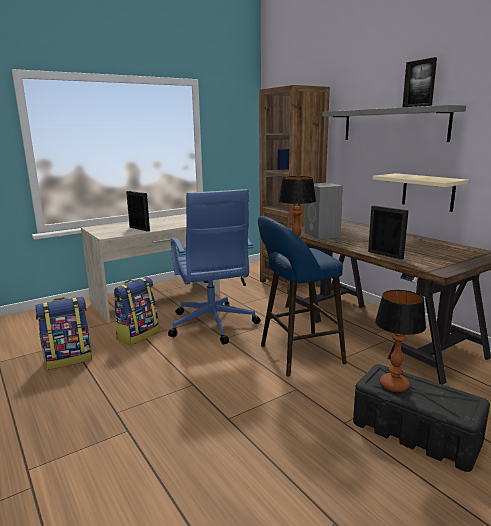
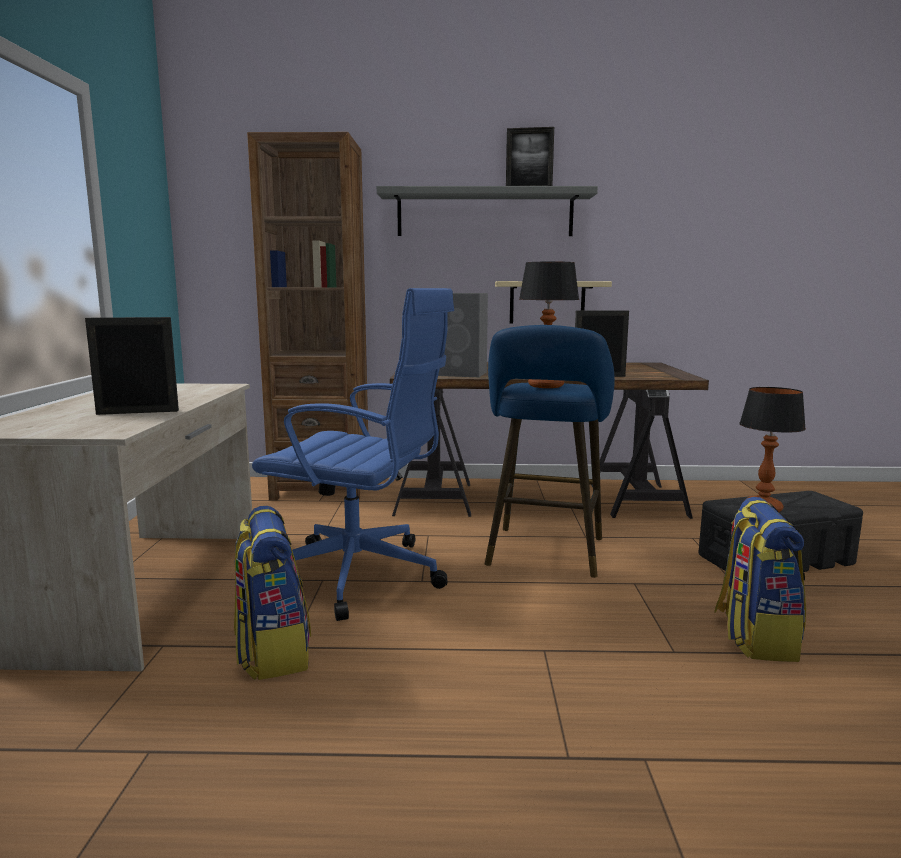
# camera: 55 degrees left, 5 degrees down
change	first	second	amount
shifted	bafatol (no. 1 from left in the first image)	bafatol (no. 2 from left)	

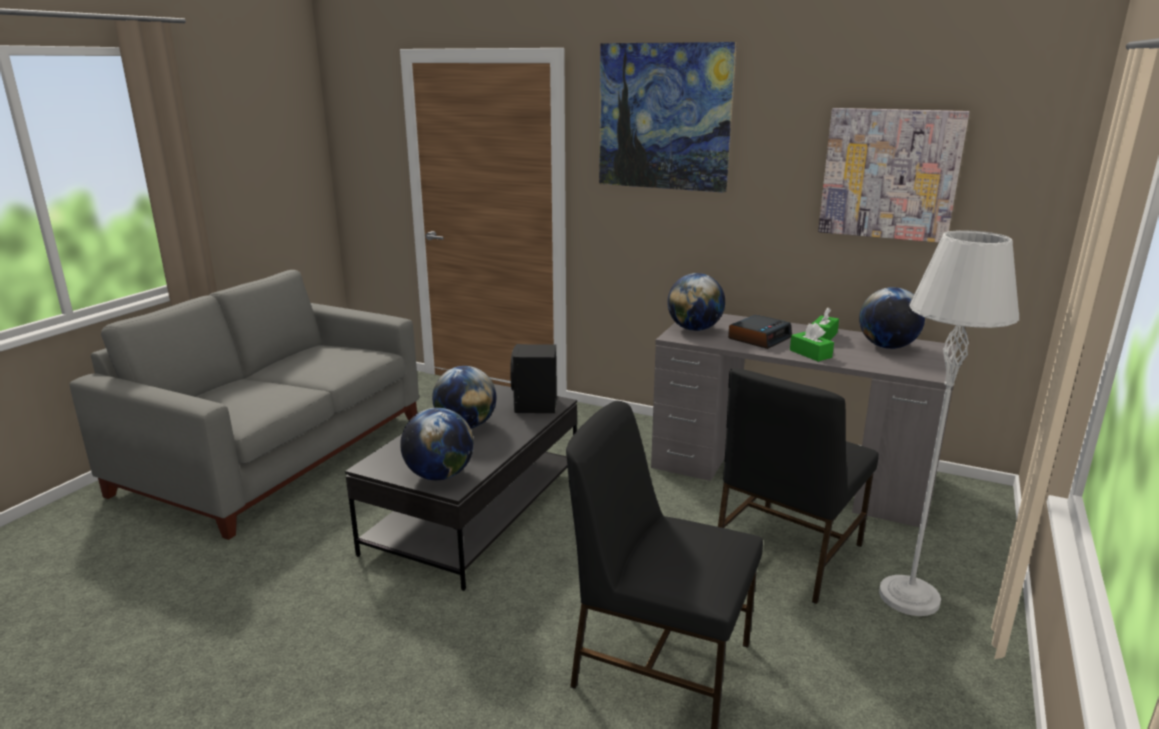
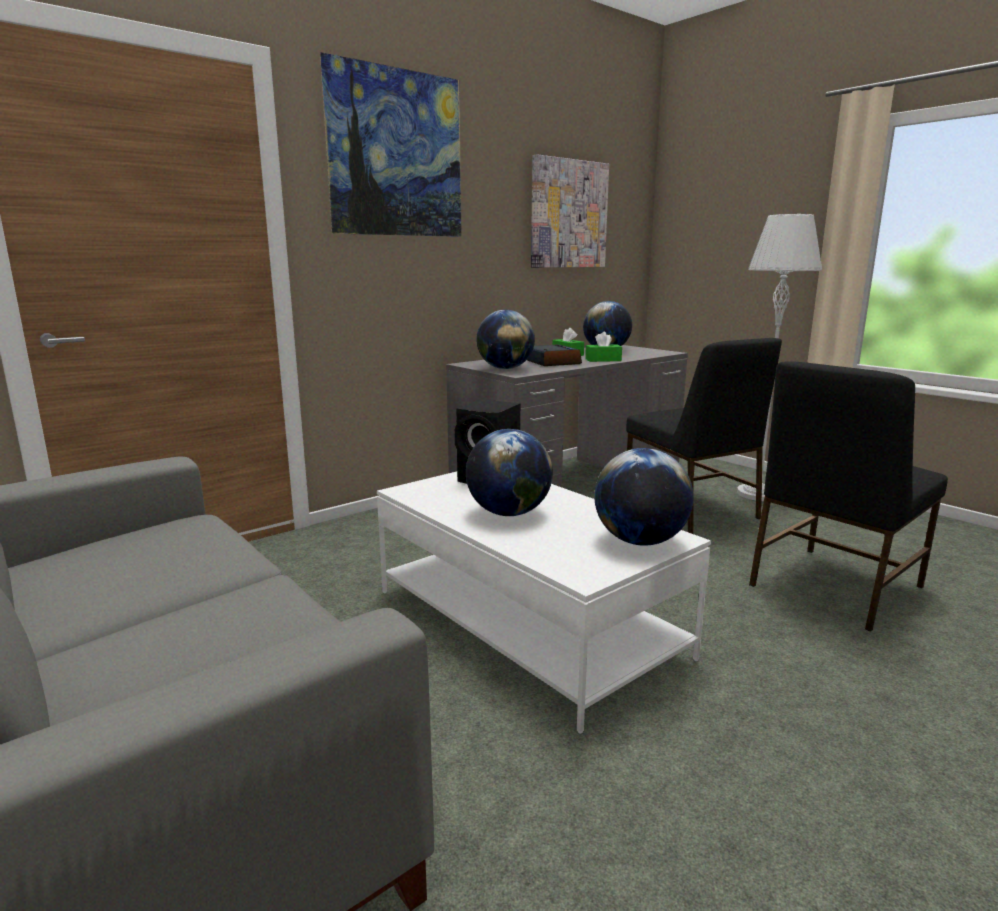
# camera: 65 degrees left, 5 degrees down
change	first	second	amount
repainted	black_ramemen	white_ramemen	

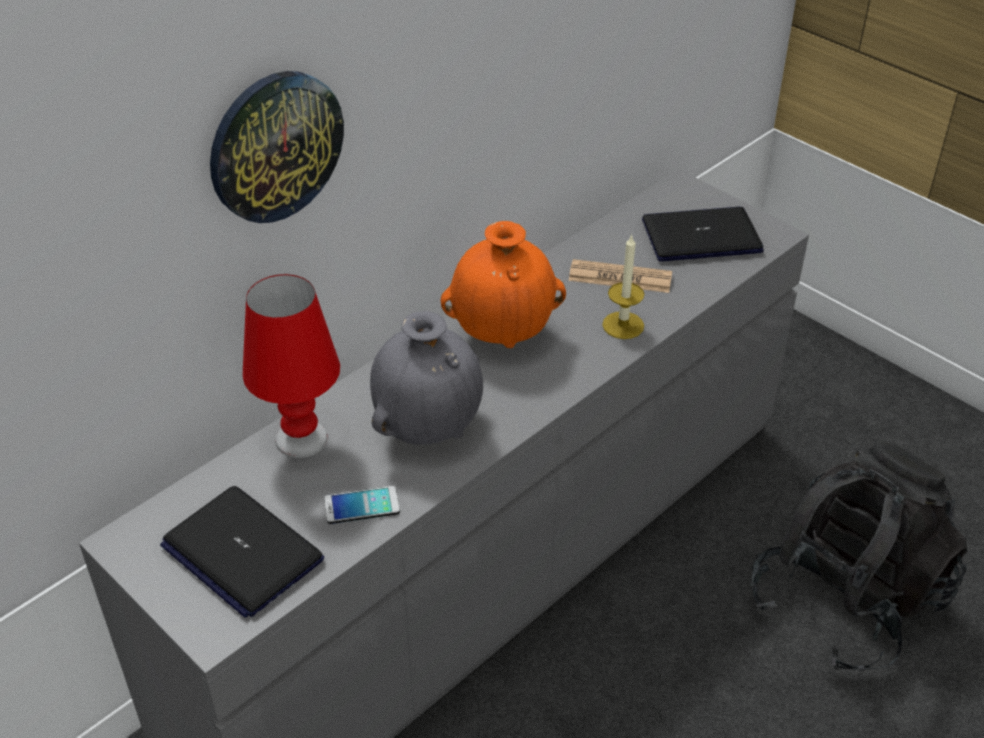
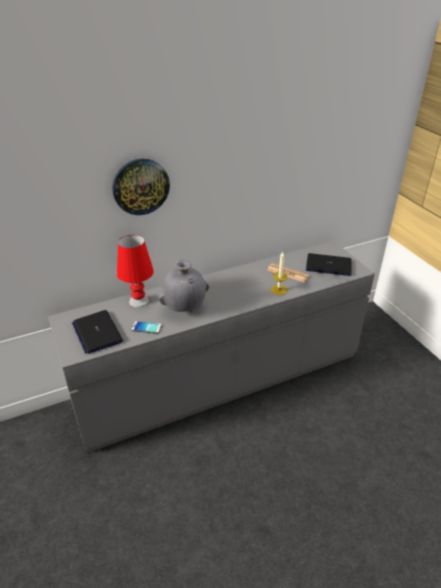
# camera: 20 degrees right, 5 degrees down
change	first	second	amount
gone	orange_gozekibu		
gone	black_bafatol		

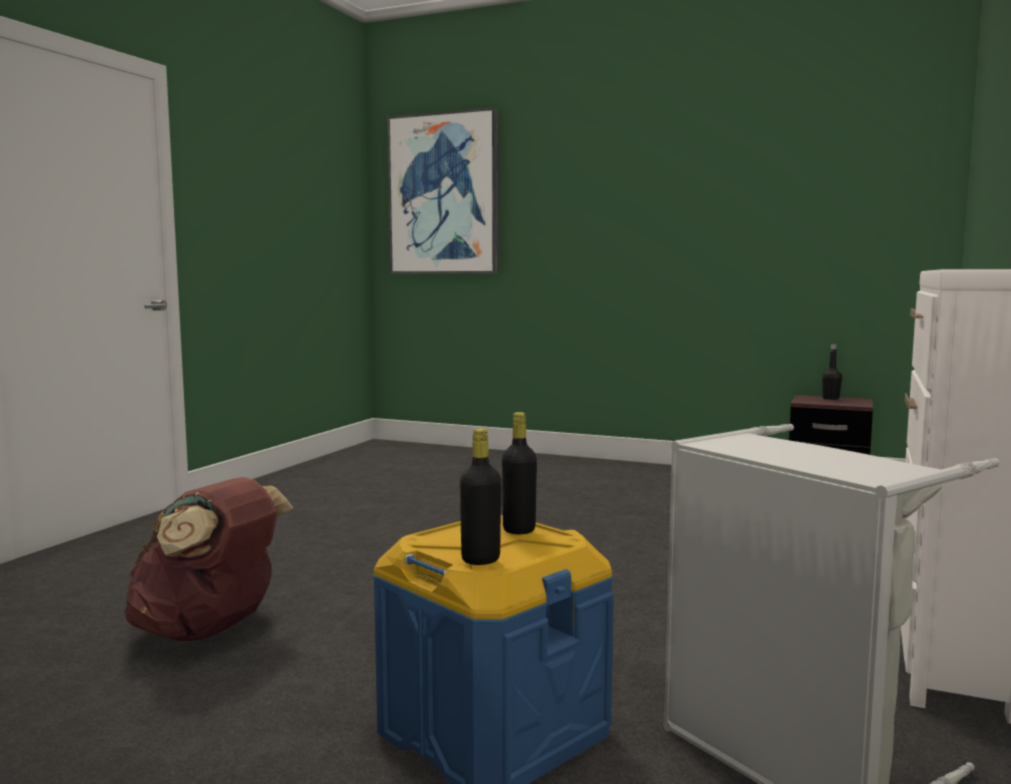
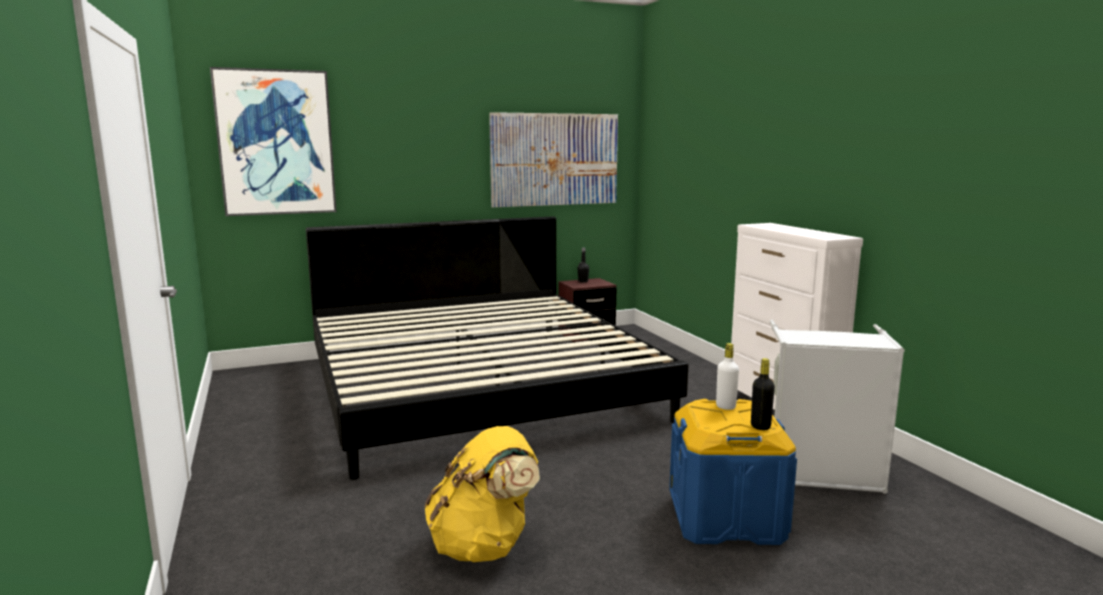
# camera: 45 degrees left, 5 degrees up
change	first	second	amount
new		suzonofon	
repainted	brown_bafatol	yellow_bafatol	
new		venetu (no. 2 from left)	
repainted	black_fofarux (no. 2 from left)	white_fofarux	

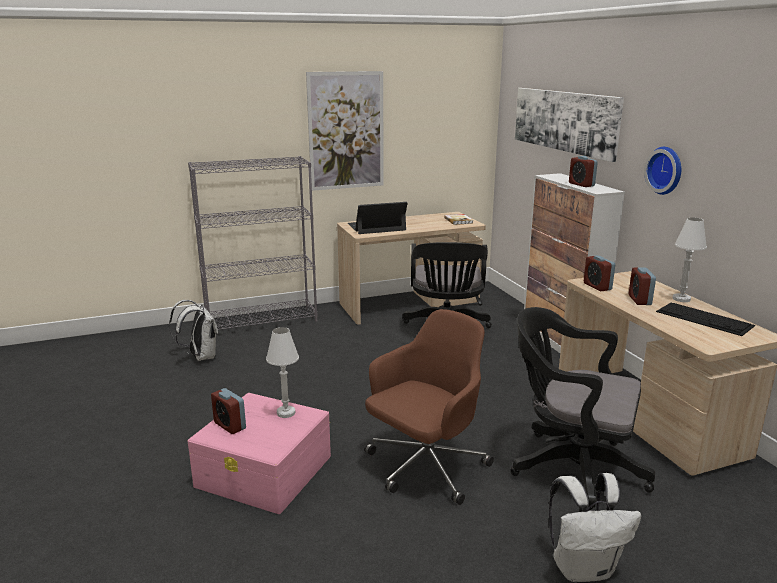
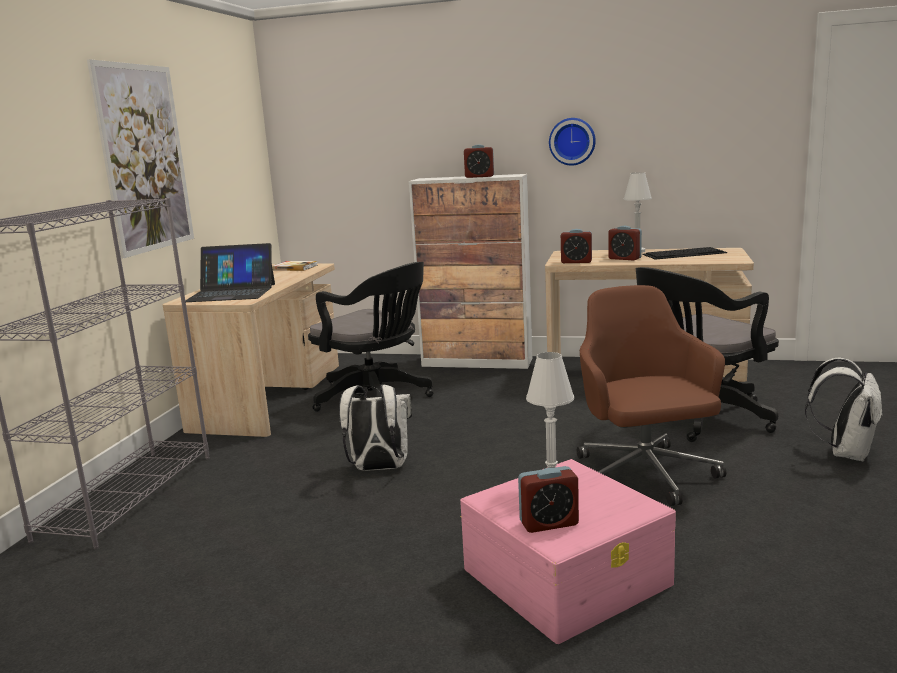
# camera: 55 degrees left, 5 degrees down
change	first	second	amount
rotated	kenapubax		105 degrees counterclockwise
shifted	white_bafatol (no. 1 from left)		
gone	venetu (no. 2 from left)		

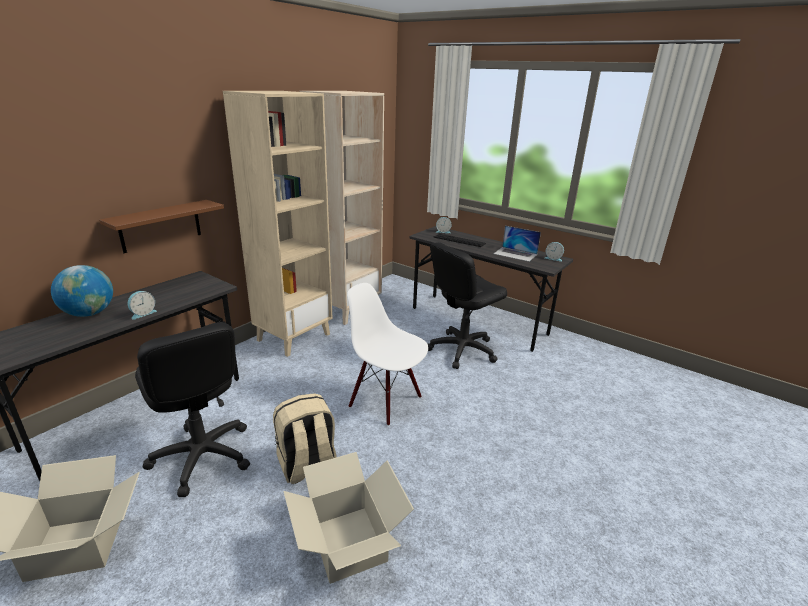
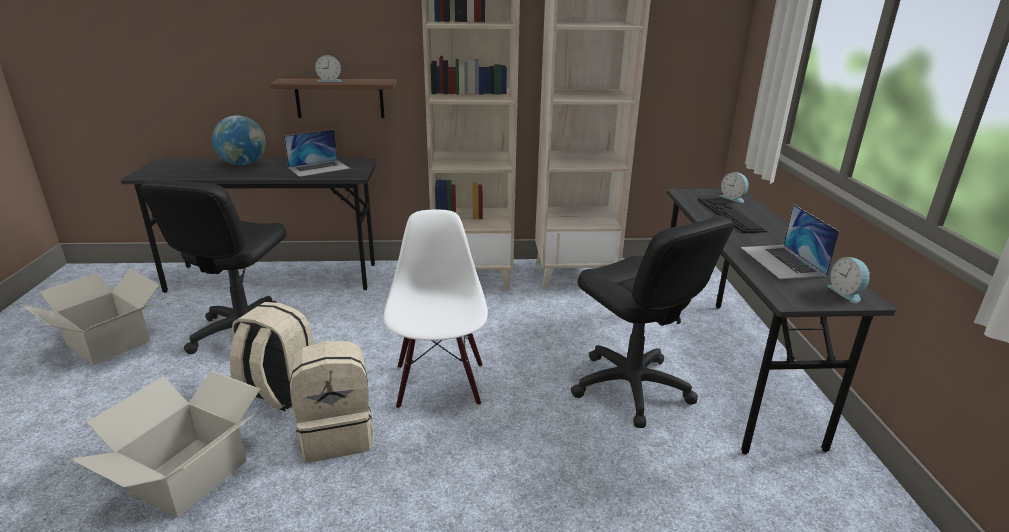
# camera: 50 degrees right, 0 degrees up
change	first	second	amount
new		kenapubax (no. 1 from left)	
new		beige_bafatol (no. 2 from left)	
shifted	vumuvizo (no. 1 from left)		
rotated	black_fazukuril (no. 2 from left)		135 degrees counterclockwise

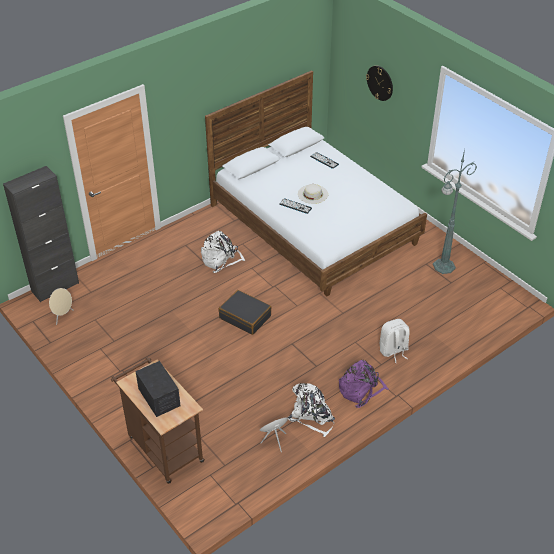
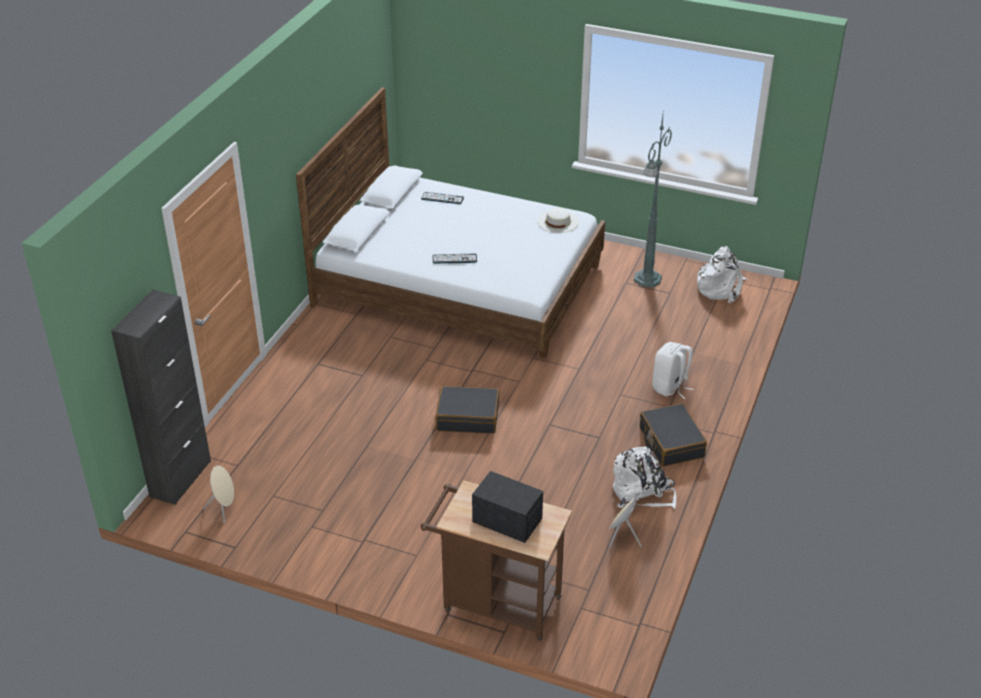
# camera: 30 degrees left, 5 degrees down
change	first	second	amount
shifted	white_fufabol		
swapped	purple_bafatol	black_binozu (no. 2 from left)	
shifted	white_bafatol (no. 1 from left in the first image)	white_bafatol (no. 3 from left)	
gone	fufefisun		

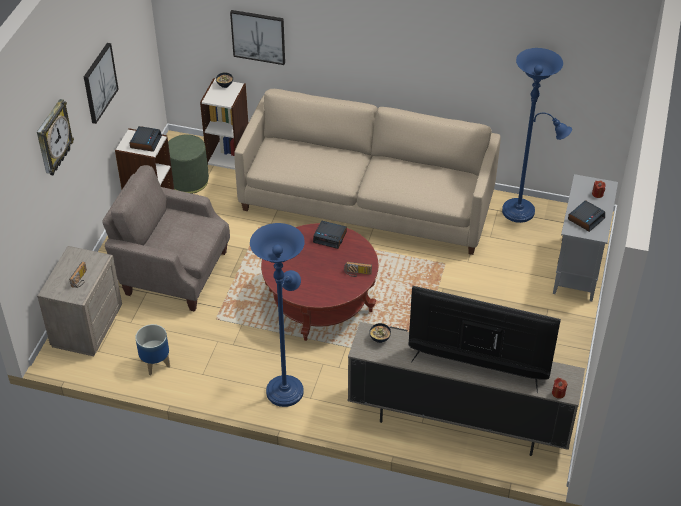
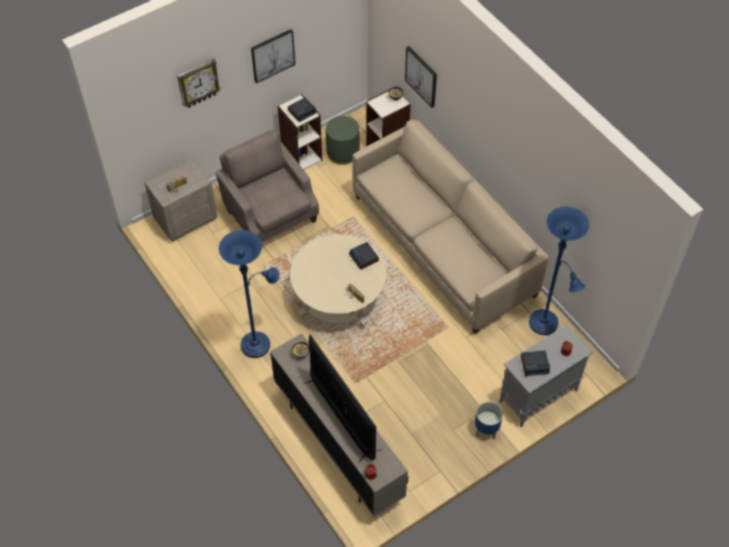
# camera: 40 degrees right, 10 degrees up
change	first	second	amount
repainted	red_ramemen	beige_ramemen	
shifted	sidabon		

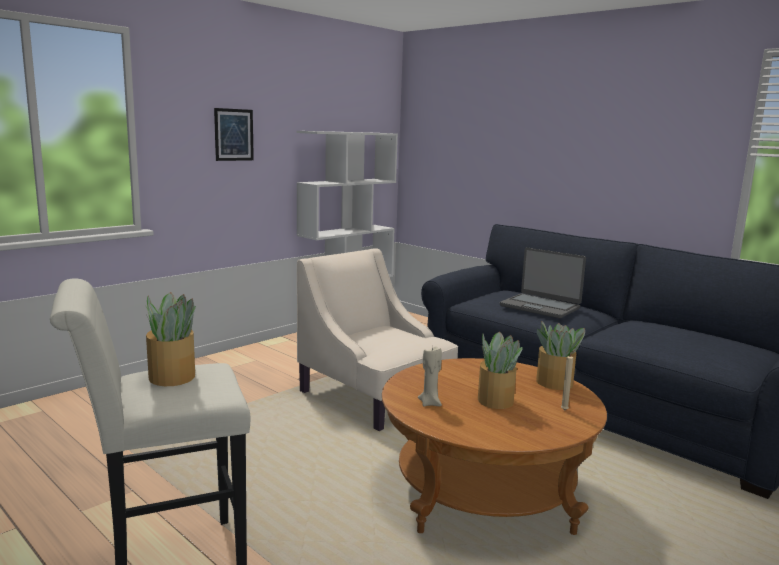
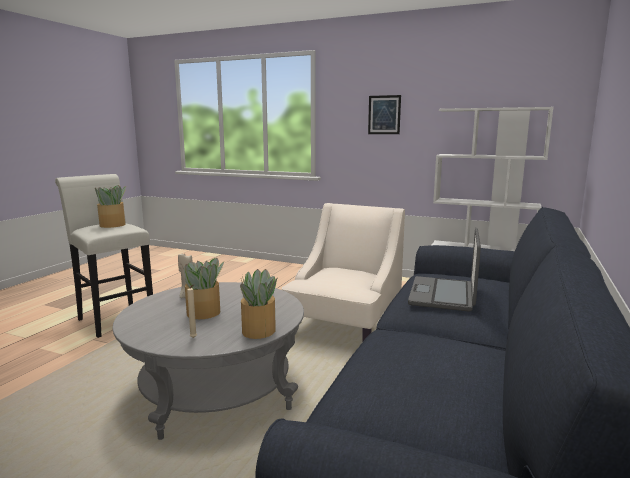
# camera: 70 degrees right, 0 degrees up
change	first	second	amount
repainted	brown_ramemen	grey_ramemen	

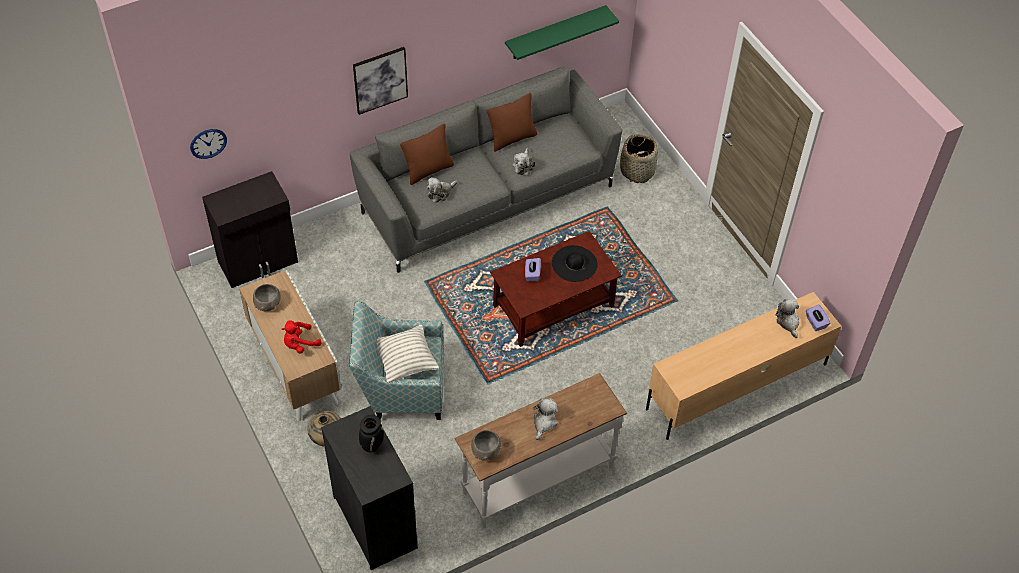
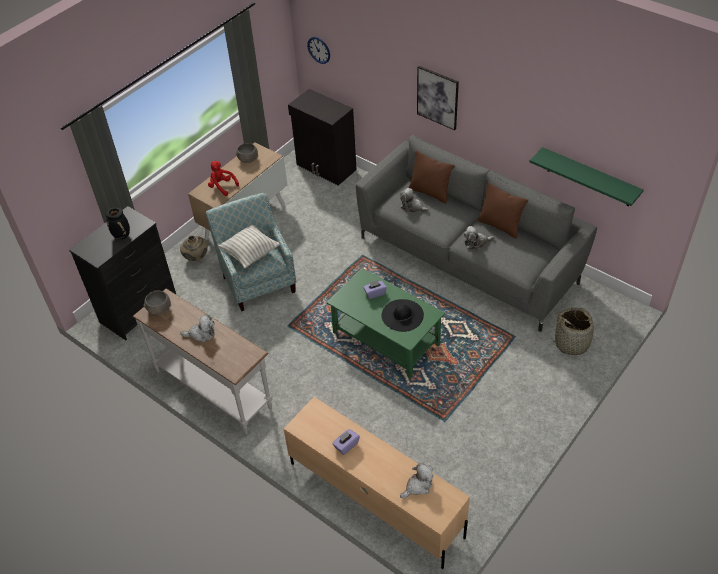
# camera: 70 degrees right, 5 degrees down
change	first	second	amount
repainted	brown_ramemen	green_ramemen	
shifted	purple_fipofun (no. 2 from left in the first image)	purple_fipofun (no. 1 from left)	

